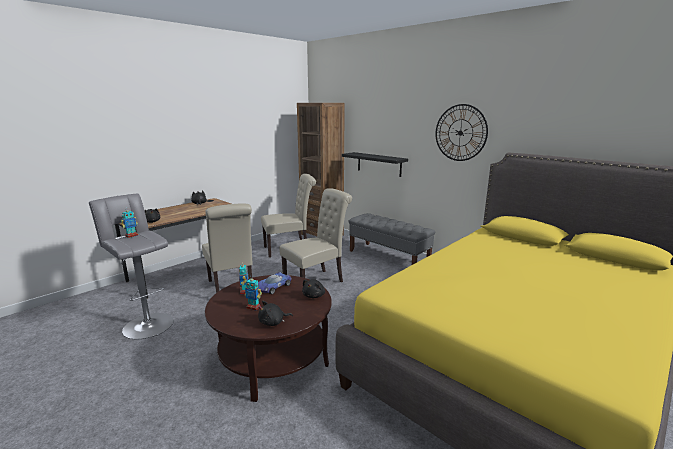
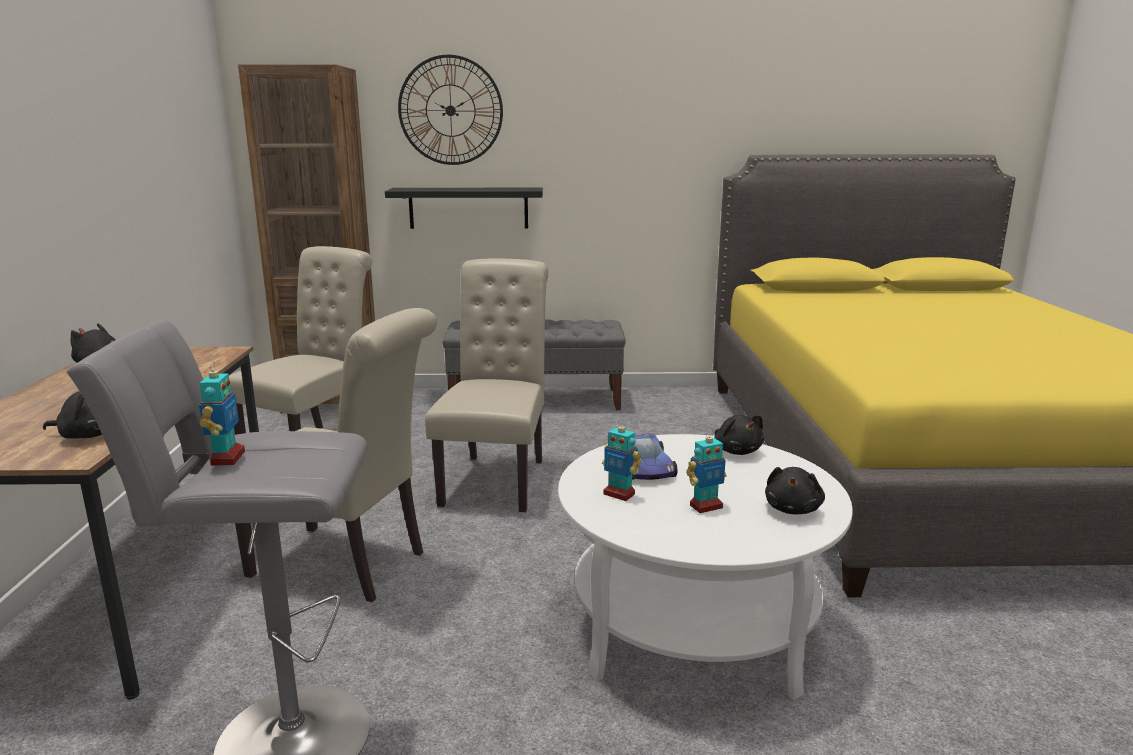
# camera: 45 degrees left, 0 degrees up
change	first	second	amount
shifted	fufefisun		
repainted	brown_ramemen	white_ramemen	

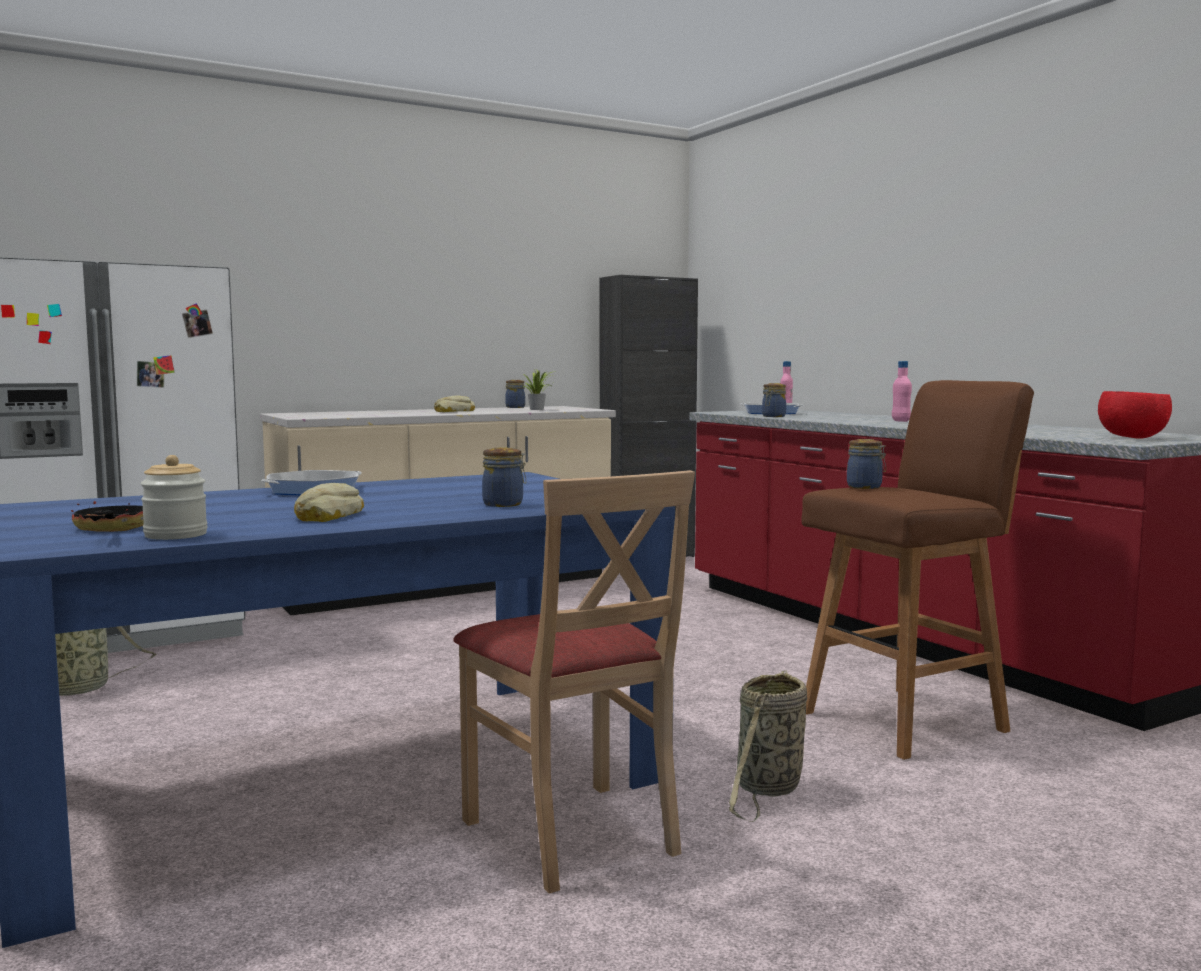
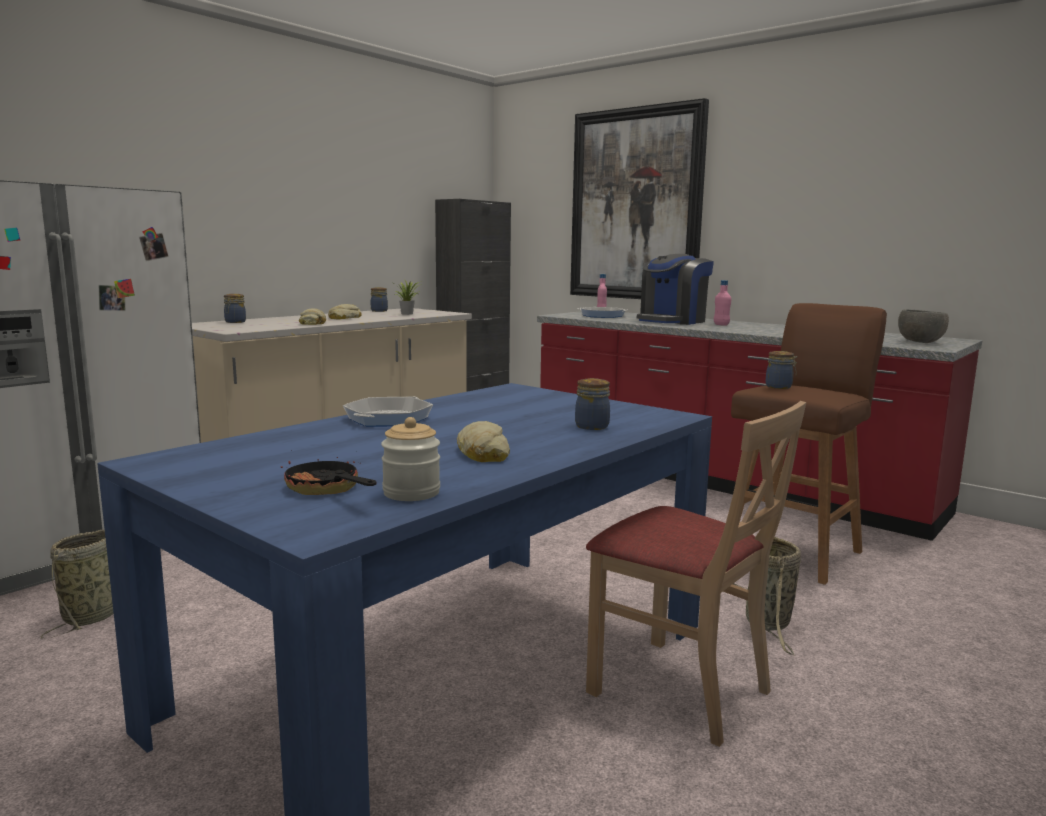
# camera: 20 degrees left, 5 degrees up
change	first	second	amount
shifted	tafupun (no. 4 from left in the first image)	tafupun (no. 1 from left)	
new		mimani (no. 1 from left)	
new		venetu	
new		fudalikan	
repainted	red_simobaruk	grey_simobaruk	

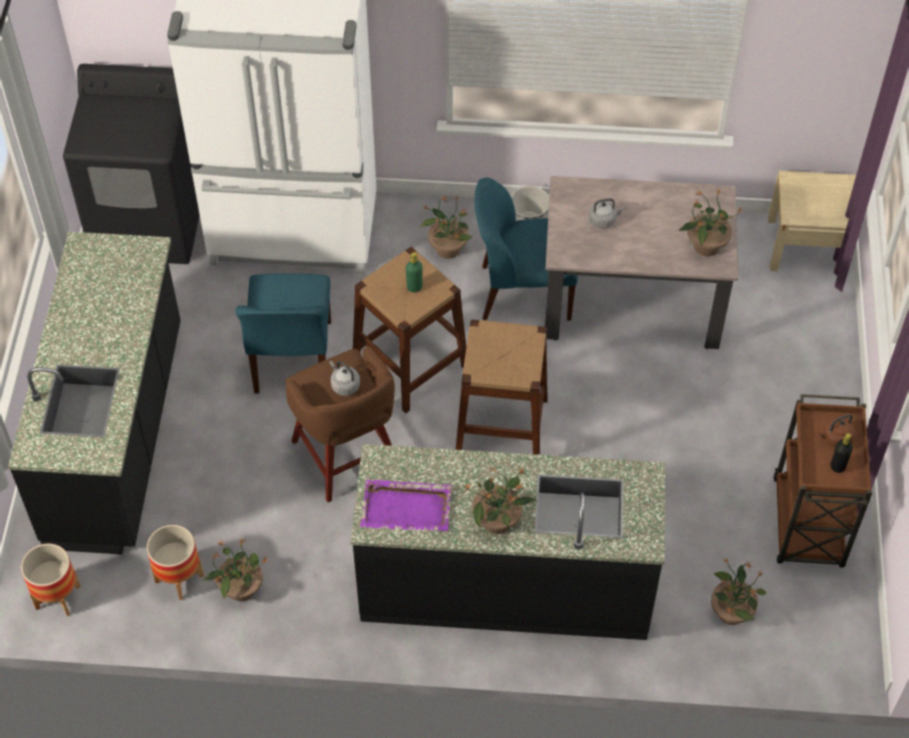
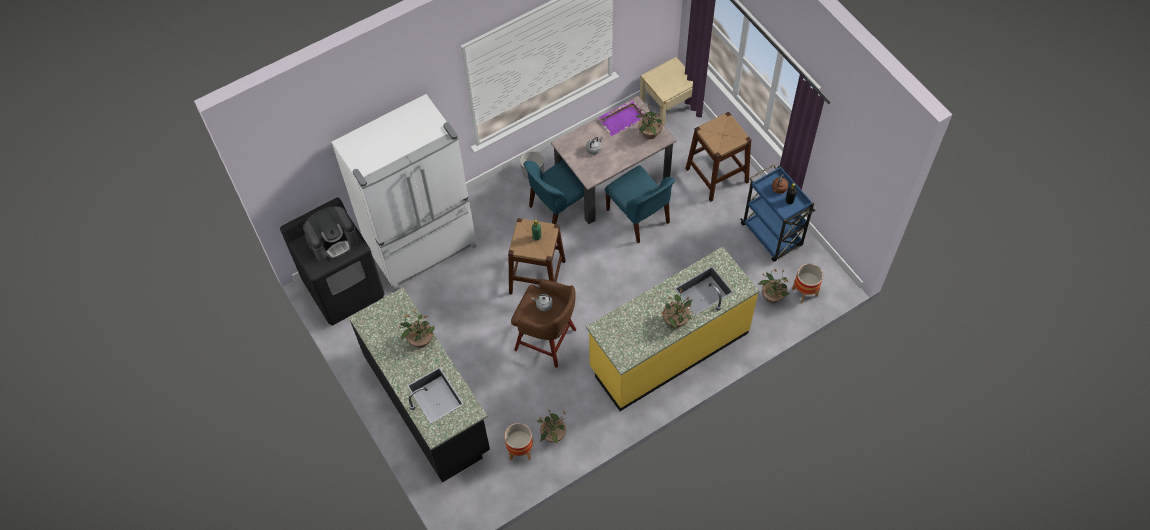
# camera: 35 degrees left, 5 degrees up
change	first	second	amount
new		fudalikan	
shifted	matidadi (no. 2 from left in the first image)	matidadi (no. 1 from left)	
repainted	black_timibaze (no. 2 from left)	yellow_timibaze	
shifted	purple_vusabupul		
shifted	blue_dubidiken (no. 1 from left in the first image)	blue_dubidiken (no. 2 from left)	
shifted	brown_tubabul (no. 3 from left)		
repainted	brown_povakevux	blue_povakevux	
shifted	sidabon (no. 1 from left in the first image)	sidabon (no. 3 from left)	

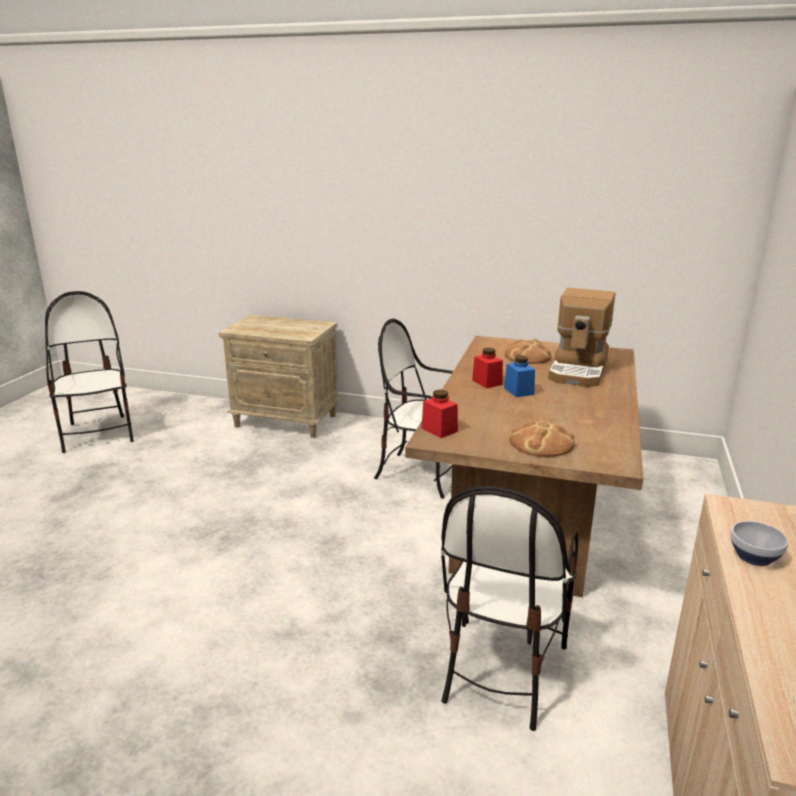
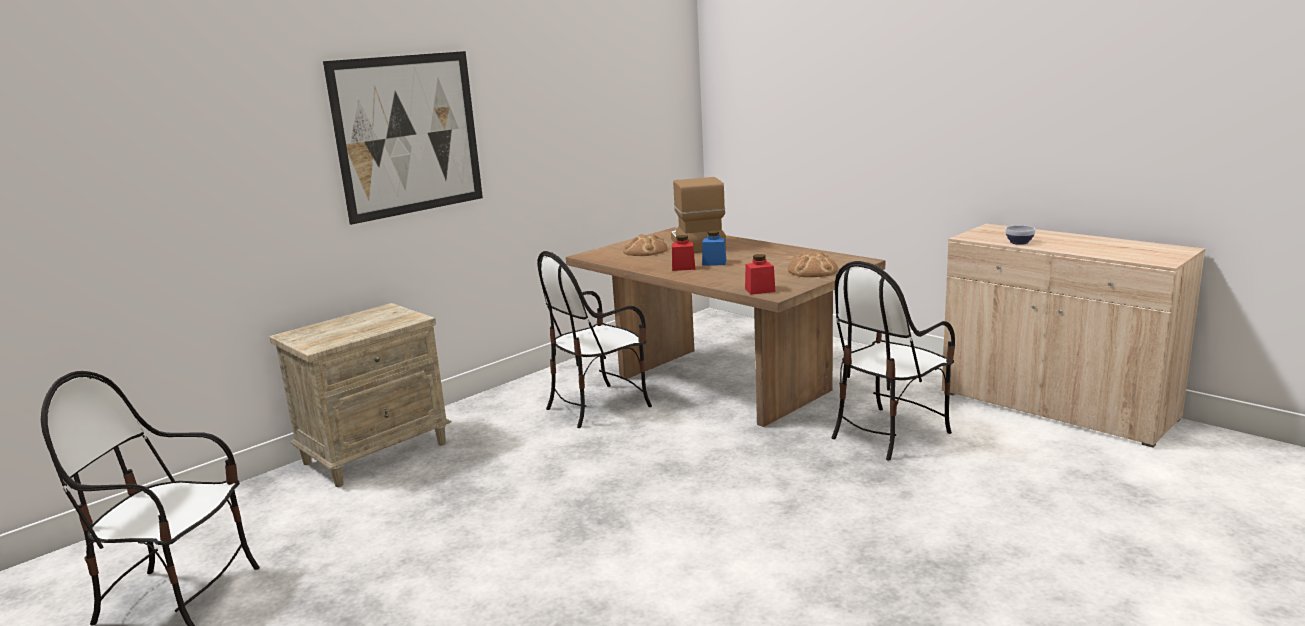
# camera: 60 degrees left, 5 degrees down
change	first	second	amount
new		venetu	
rotated	fudalikan		150 degrees counterclockwise
rotated	dubidiken (no. 3 from left)		90 degrees clockwise

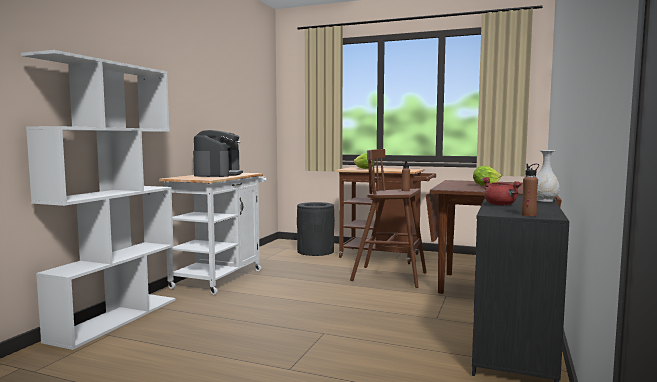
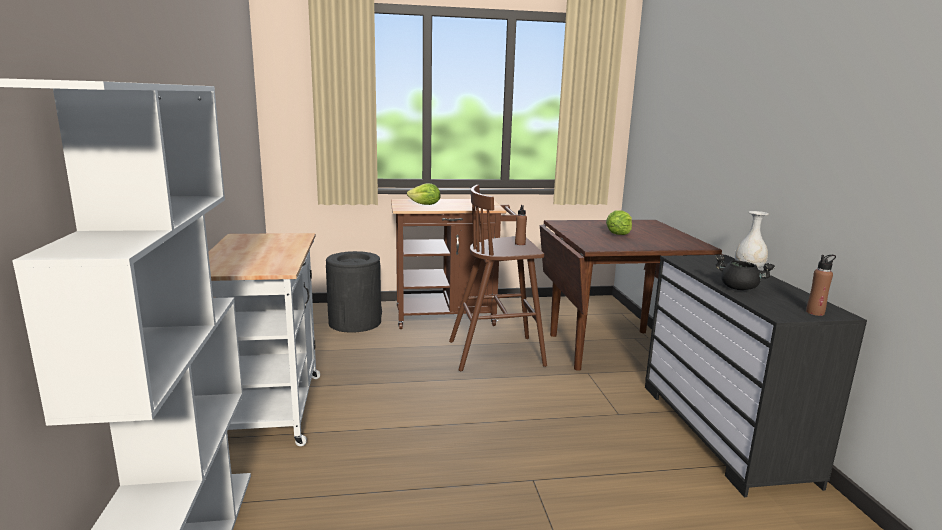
# camera: 30 degrees left, 10 degrees up
change	first	second	amount
repainted	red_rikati	black_rikati	
gone	fudalikan		

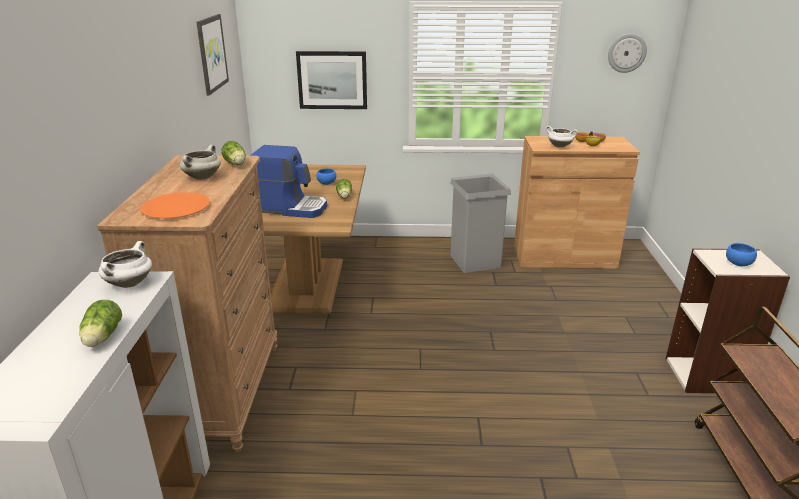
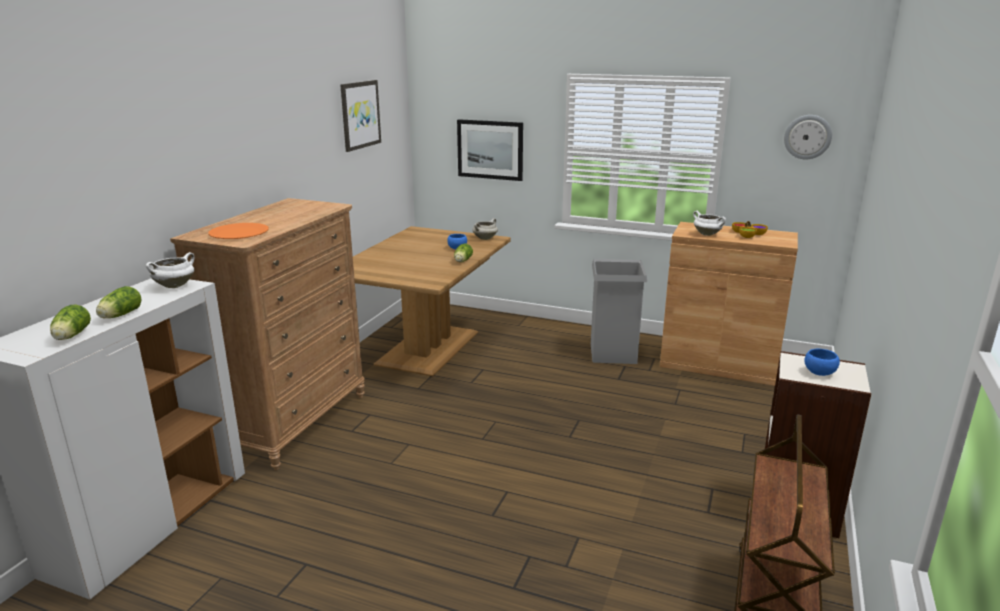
# camera: 20 degrees right, 5 degrees down
change	first	second	amount
shifted	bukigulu (no. 2 from left in the first image)	bukigulu (no. 1 from left)	
shifted	white_rikati (no. 2 from left)		
gone	fudalikan		

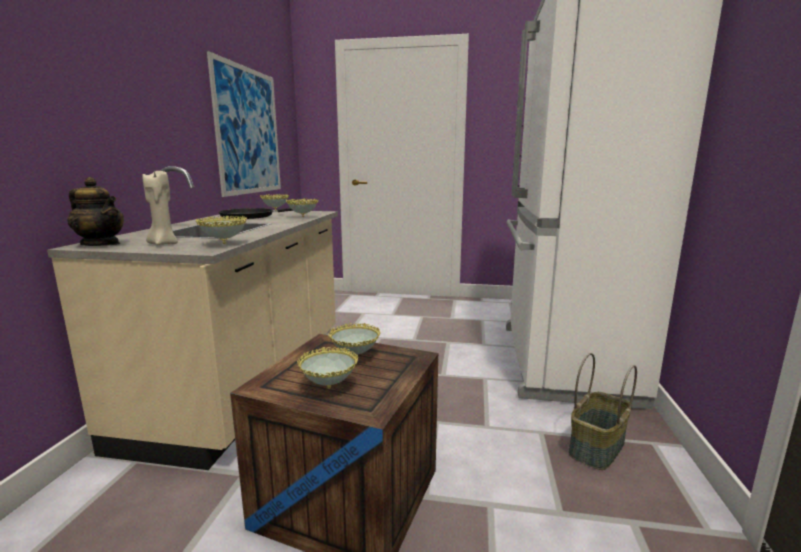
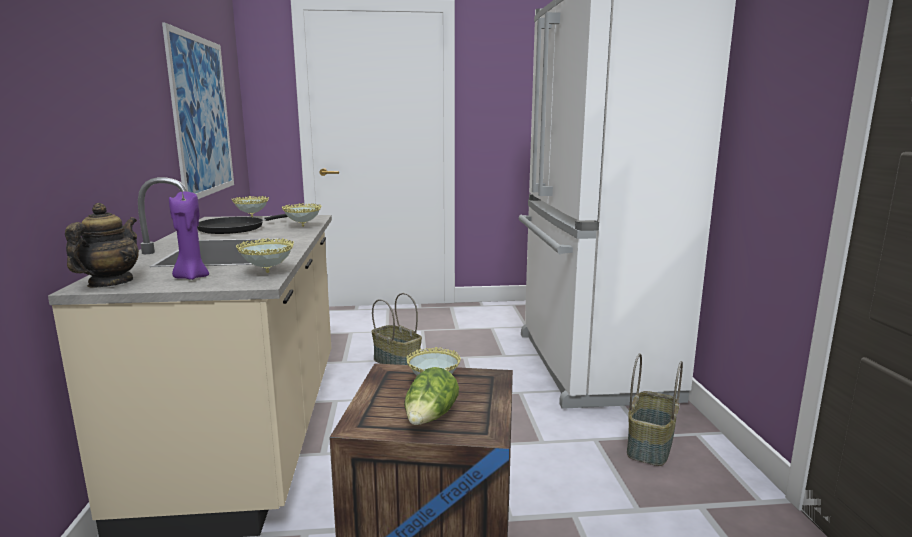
# camera: 15 degrees left, 0 degrees up
change	first	second	amount
rotated	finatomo		90 degrees counterclockwise
repainted	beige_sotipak	purple_sotipak	
new		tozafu (no. 1 from left)	
swapped	simobaruk (no. 4 from left)	bukigulu	

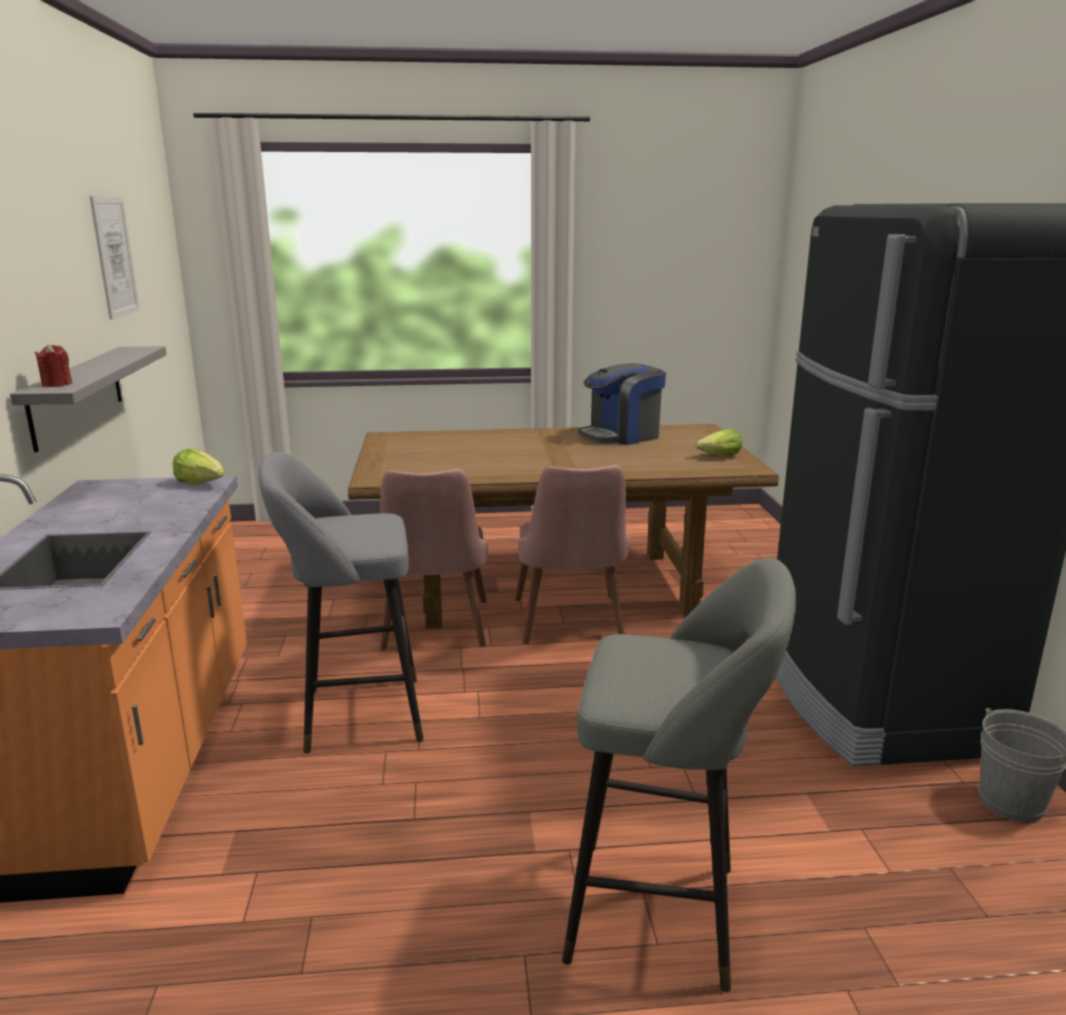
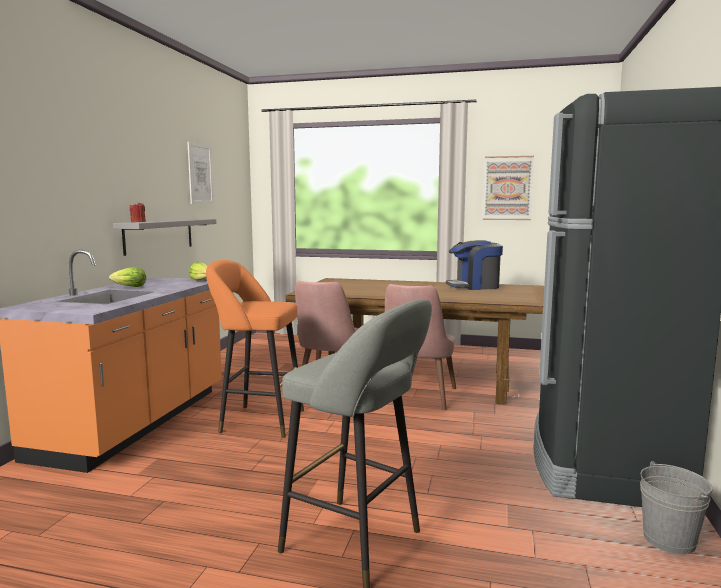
# camera: 20 degrees right, 10 degrees down
change	first	second	amount
shifted	bukigulu (no. 2 from left in the first image)	bukigulu (no. 1 from left)	
repainted	grey_tubabul (no. 1 from left)	orange_tubabul	
new		venetu (no. 2 from left)	

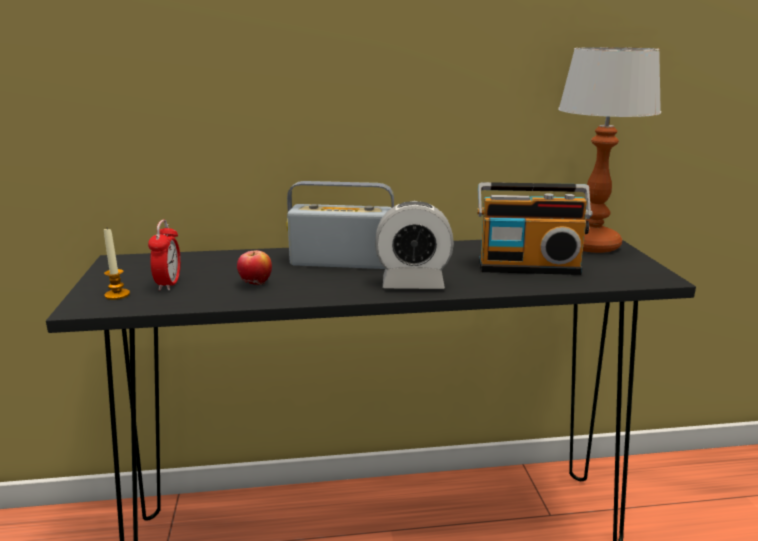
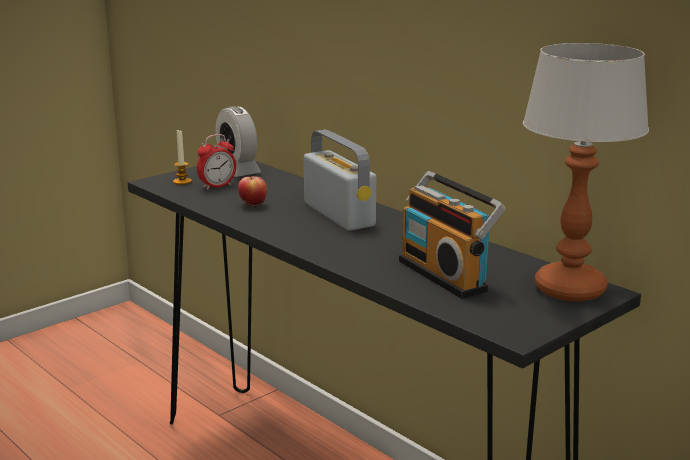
# camera: 55 degrees right, 0 degrees up
change	first	second	amount
shifted	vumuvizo (no. 2 from left)		

